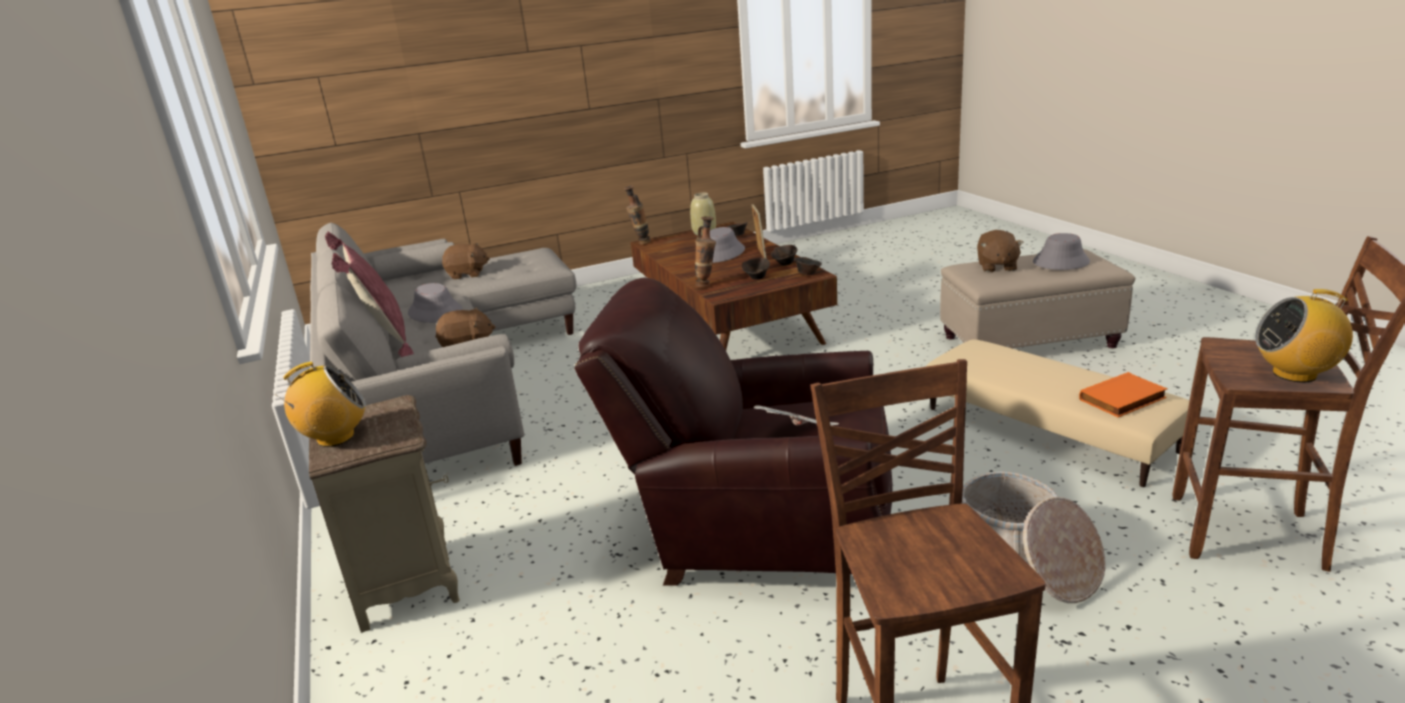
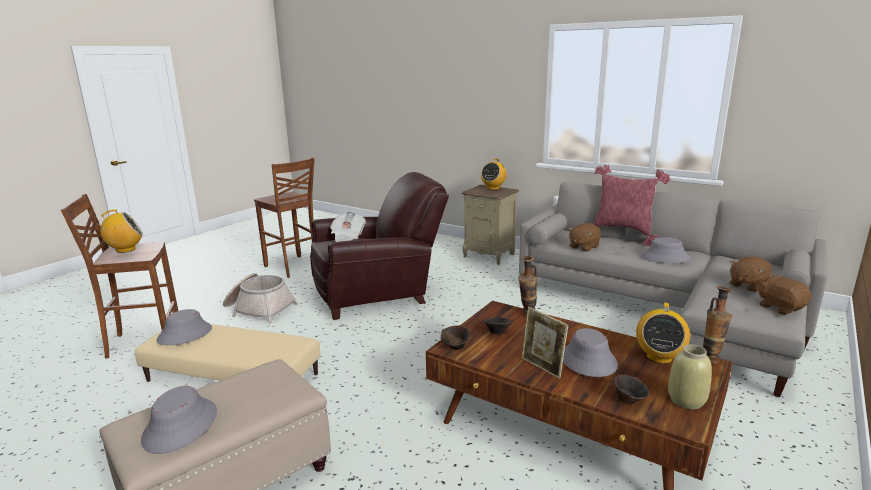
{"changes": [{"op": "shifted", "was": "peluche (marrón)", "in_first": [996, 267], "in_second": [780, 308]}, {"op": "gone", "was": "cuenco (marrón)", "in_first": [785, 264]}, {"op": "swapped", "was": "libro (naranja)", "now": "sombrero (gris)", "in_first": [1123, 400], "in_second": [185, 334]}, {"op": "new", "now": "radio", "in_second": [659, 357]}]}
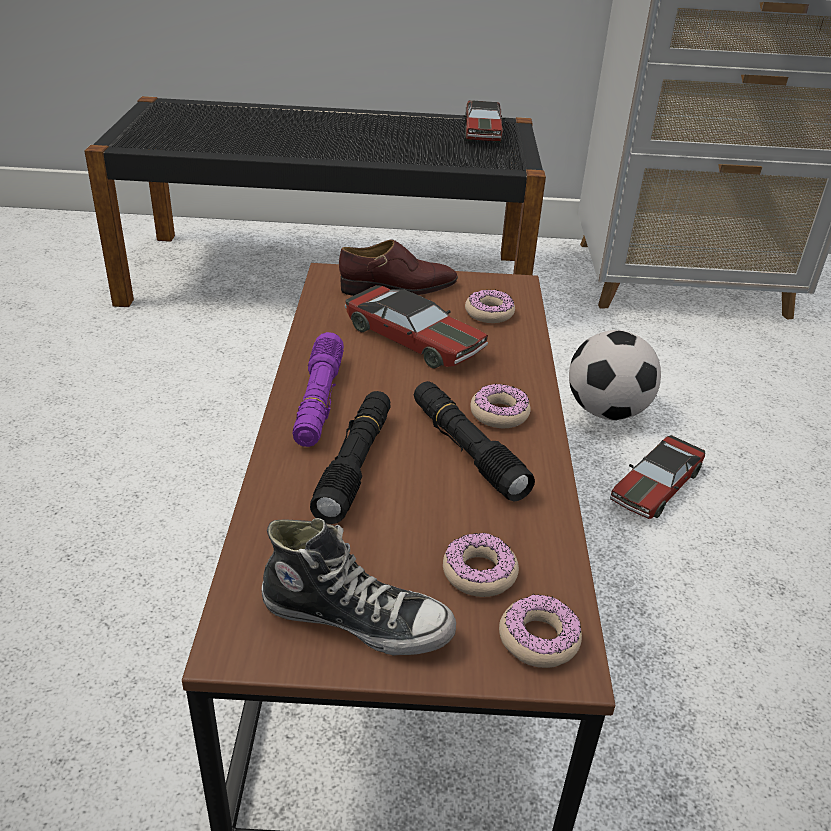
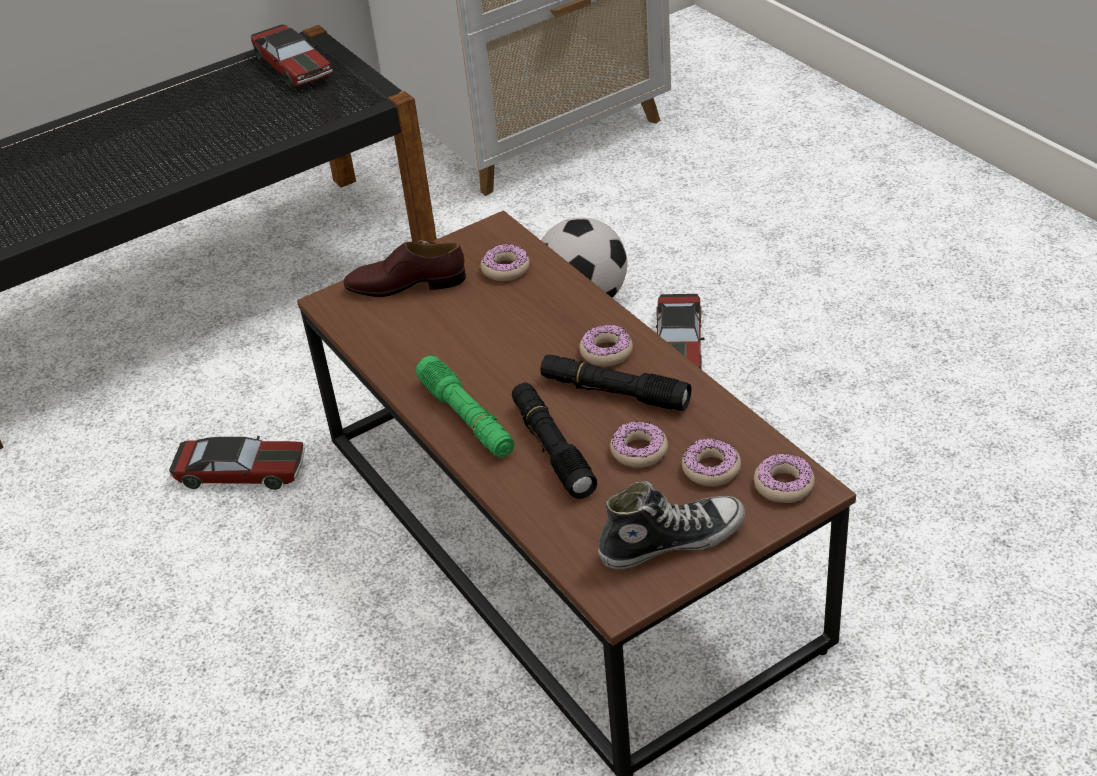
{"changes": [{"op": "rotated", "was": "zapato (marrón)", "in_first": [399, 288], "in_second": [406, 284], "clockwise": -135}, {"op": "shifted", "was": "coche de juguete", "in_first": [414, 340], "in_second": [242, 472]}, {"op": "repainted", "was": "linterna (morado)", "now": "linterna (verde)", "in_first": [318, 400], "in_second": [466, 417]}, {"op": "new", "now": "rosquilla", "in_second": [639, 451]}]}
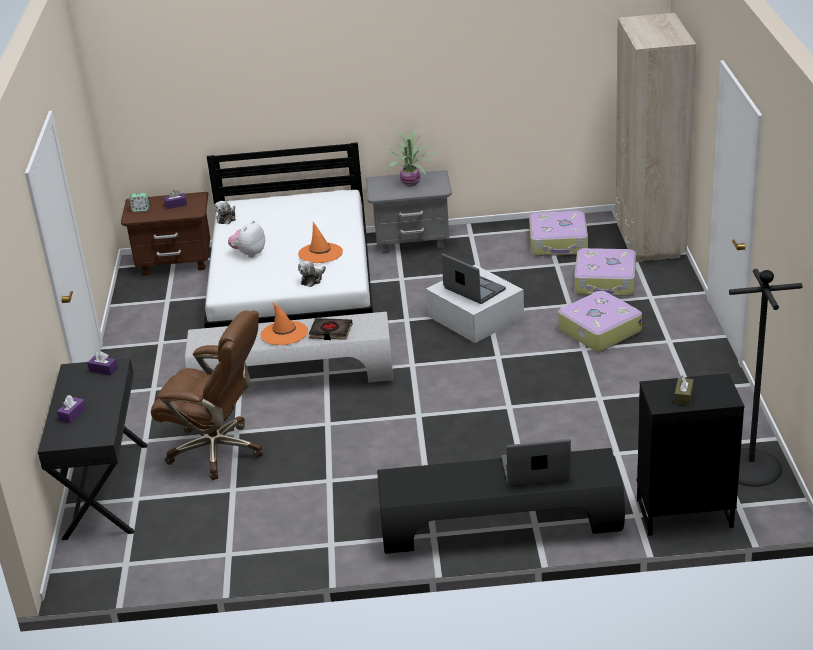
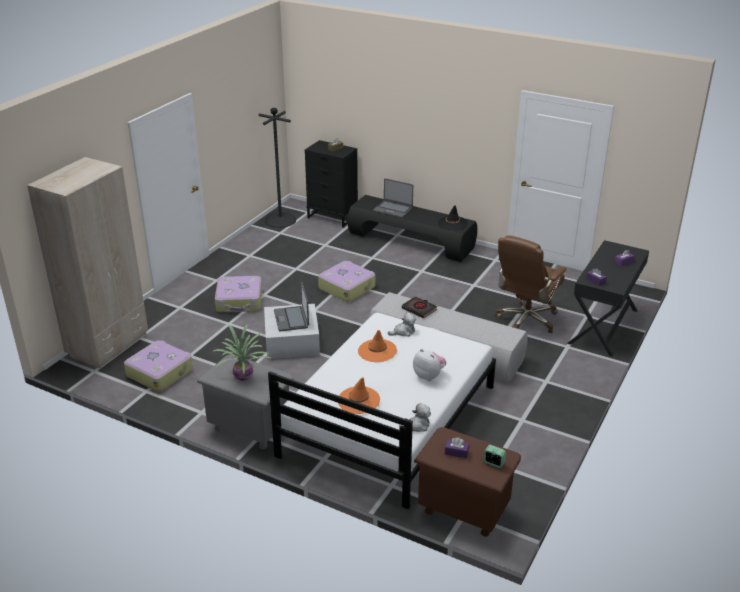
{"changes": [{"op": "rotated", "was": "peluche", "in_first": [249, 253], "in_second": [429, 376], "clockwise": -105}, {"op": "shifted", "was": "maleta", "in_first": [605, 282], "in_second": [347, 287]}, {"op": "shifted", "was": "sombrero (naranja)", "in_first": [284, 333], "in_second": [359, 400]}, {"op": "rotated", "was": "silla de oficina (marrón)", "in_first": [218, 453], "in_second": [525, 321], "clockwise": -105}, {"op": "new", "now": "sombrero (negro)", "in_second": [452, 223]}]}
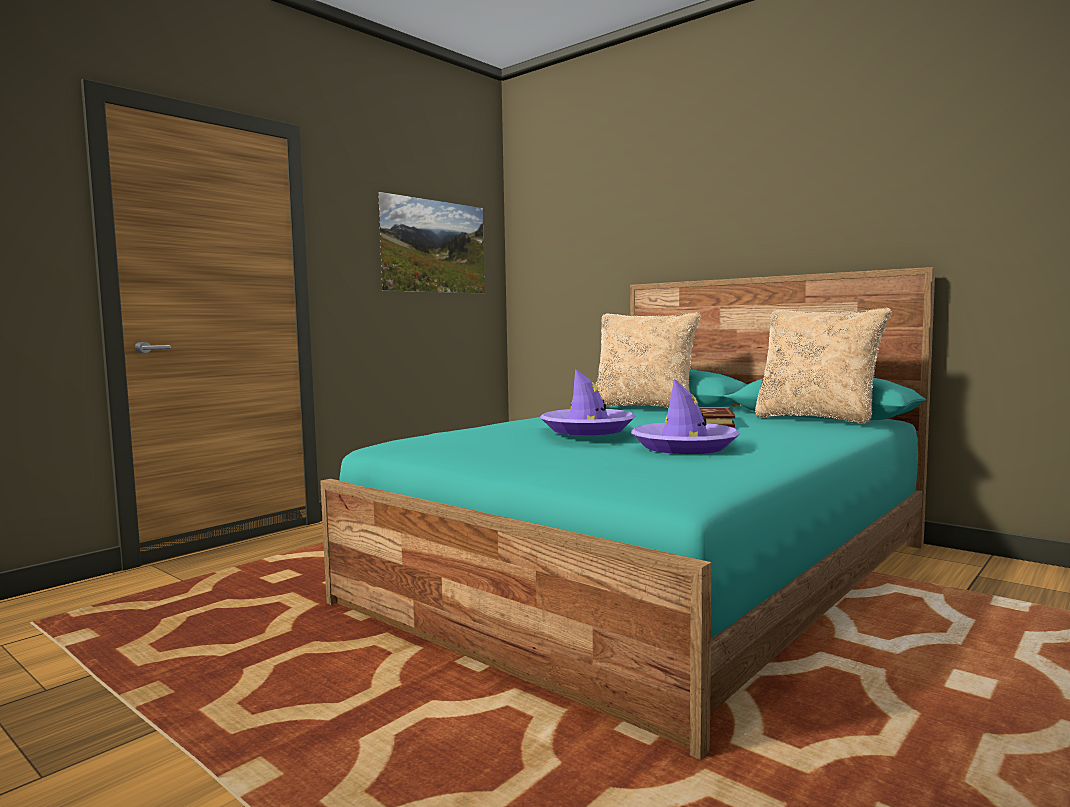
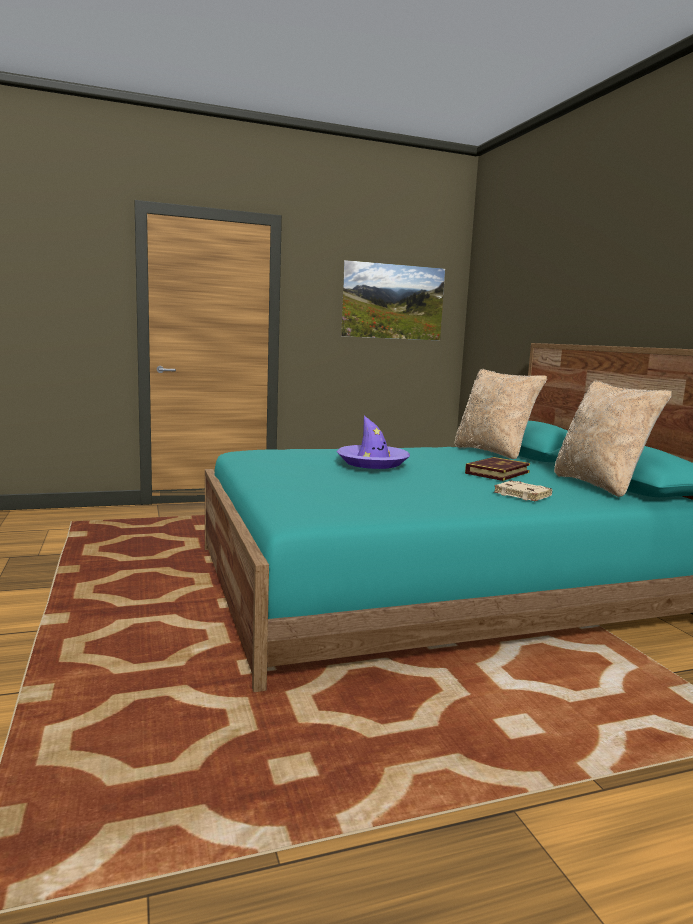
{"changes": [{"op": "gone", "was": "sombrero (morado)", "in_first": [684, 447]}, {"op": "new", "now": "libro (beis)", "in_second": [523, 495]}]}
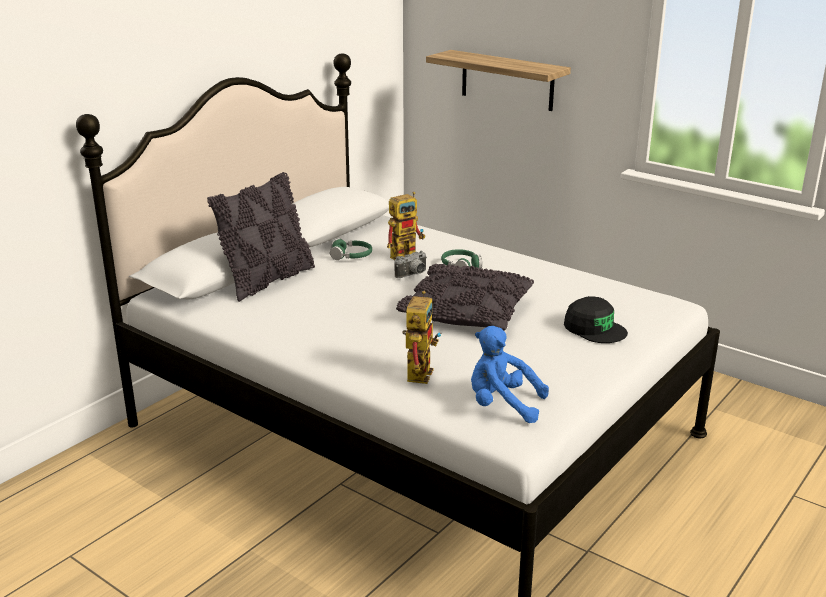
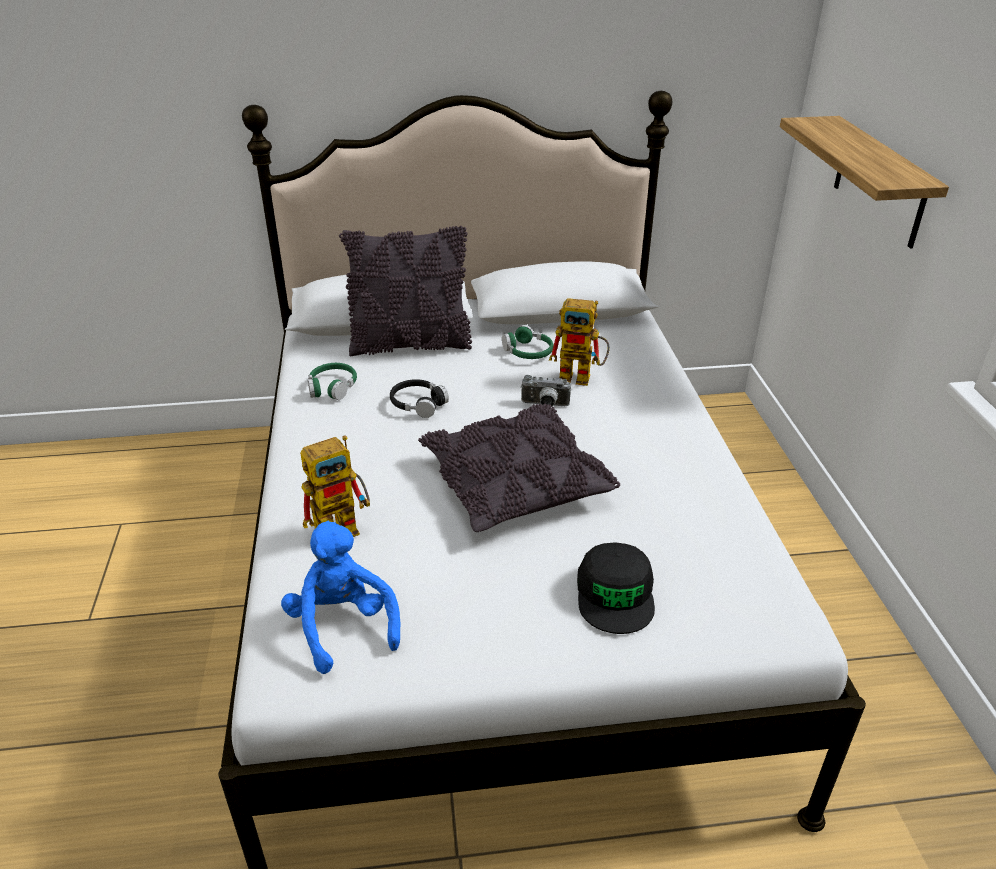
{"changes": [{"op": "shifted", "was": "auriculares (verde)", "in_first": [461, 266], "in_second": [332, 387]}, {"op": "new", "now": "auriculares (negro)", "in_second": [418, 404]}]}
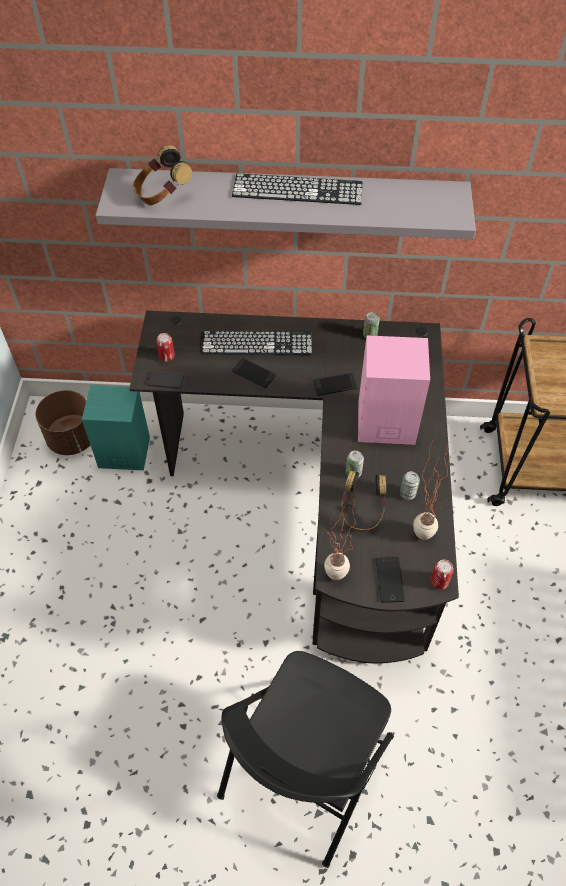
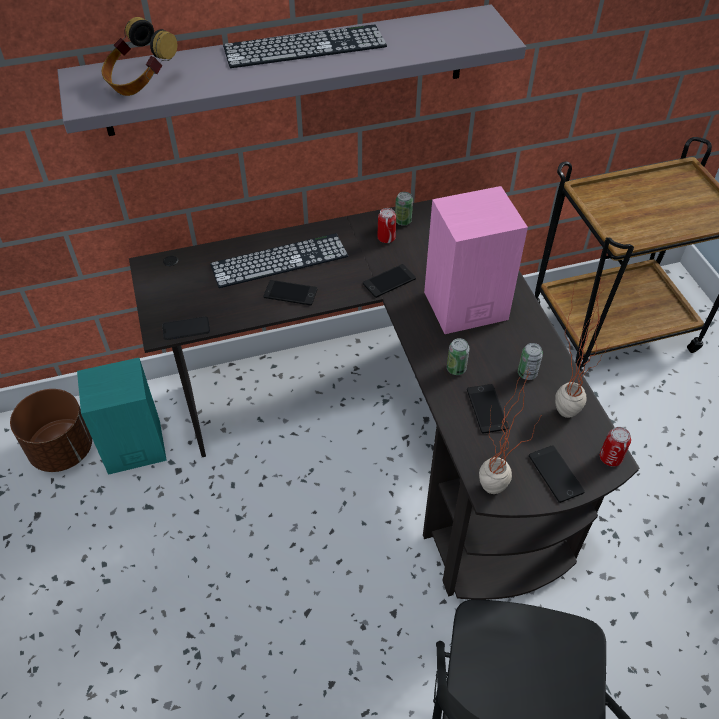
{"changes": [{"op": "shifted", "was": "lata", "in_first": [167, 356], "in_second": [386, 238]}, {"op": "swapped", "was": "auriculares", "now": "móvil", "in_first": [362, 512], "in_second": [487, 409]}]}
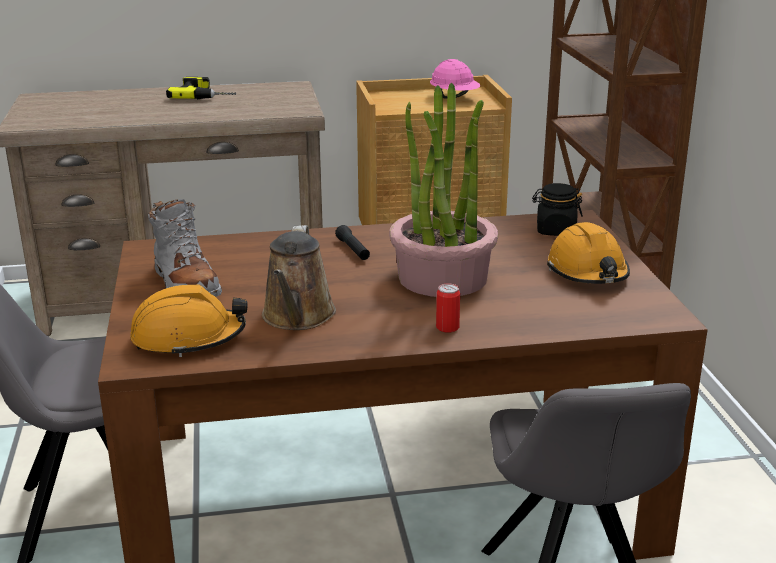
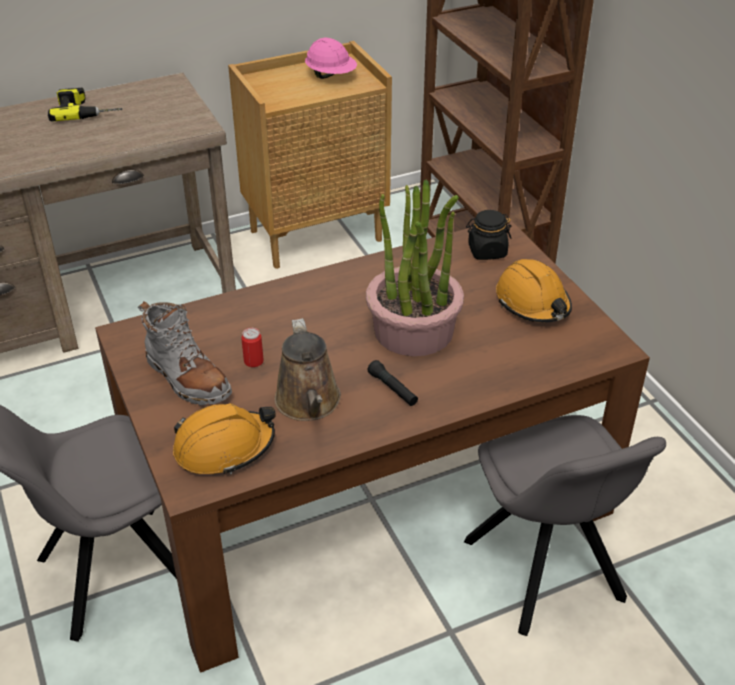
{"changes": [{"op": "shifted", "was": "linterna (negro)", "in_first": [353, 250], "in_second": [393, 389]}, {"op": "shifted", "was": "lata", "in_first": [447, 327], "in_second": [253, 361]}]}
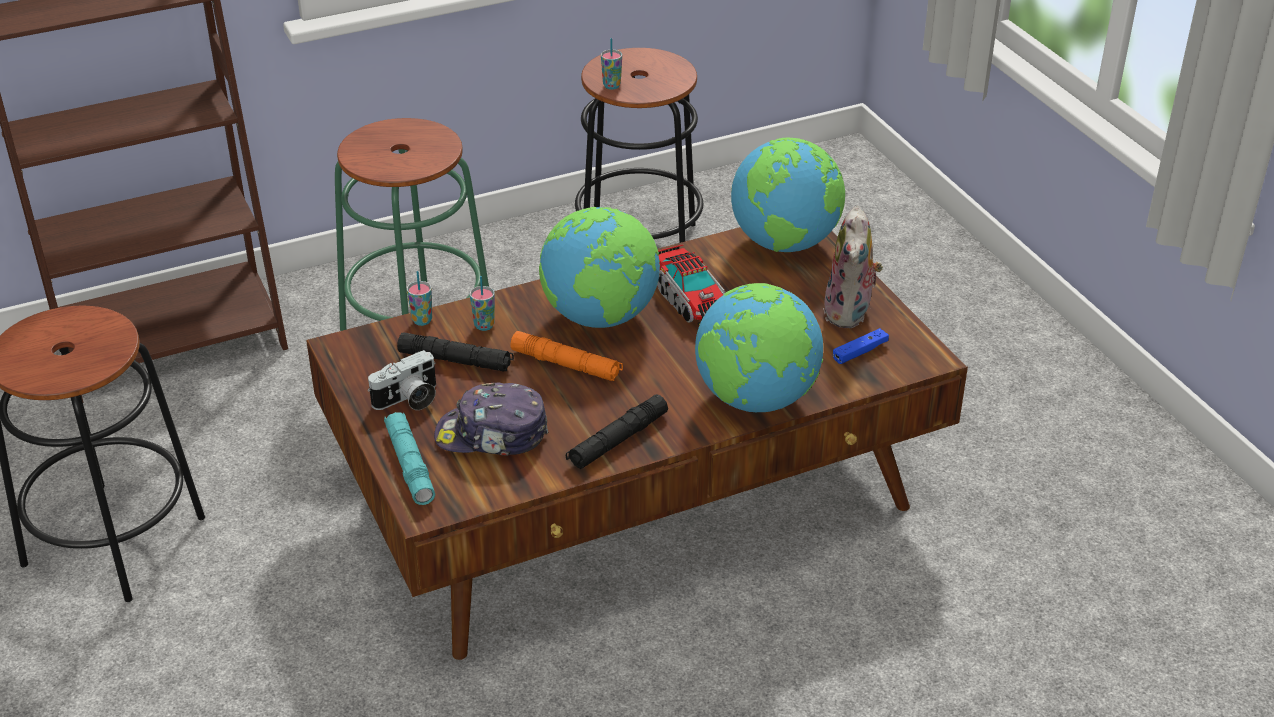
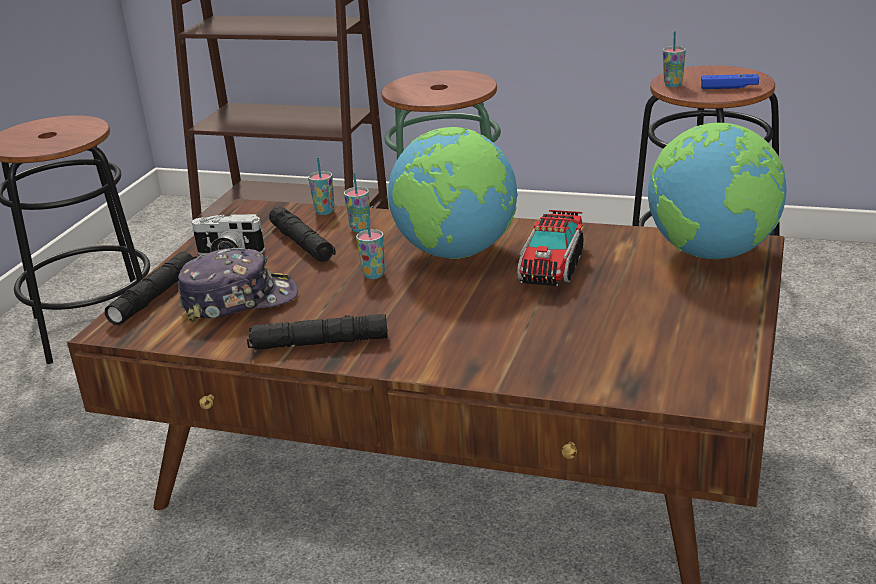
{"changes": [{"op": "gone", "was": "peluche", "in_first": [850, 313]}, {"op": "gone", "was": "globo terráqueo", "in_first": [755, 399]}, {"op": "shifted", "was": "mando de consola (azul)", "in_first": [860, 352], "in_second": [729, 87]}, {"op": "swapped", "was": "linterna (naranja)", "now": "taza", "in_first": [566, 364], "in_second": [374, 275]}, {"op": "rotated", "was": "gorra", "in_first": [492, 435], "in_second": [239, 300], "clockwise": 120}, {"op": "repainted", "was": "linterna (turquesa)", "now": "linterna (negro)", "in_first": [410, 465], "in_second": [155, 296]}]}
